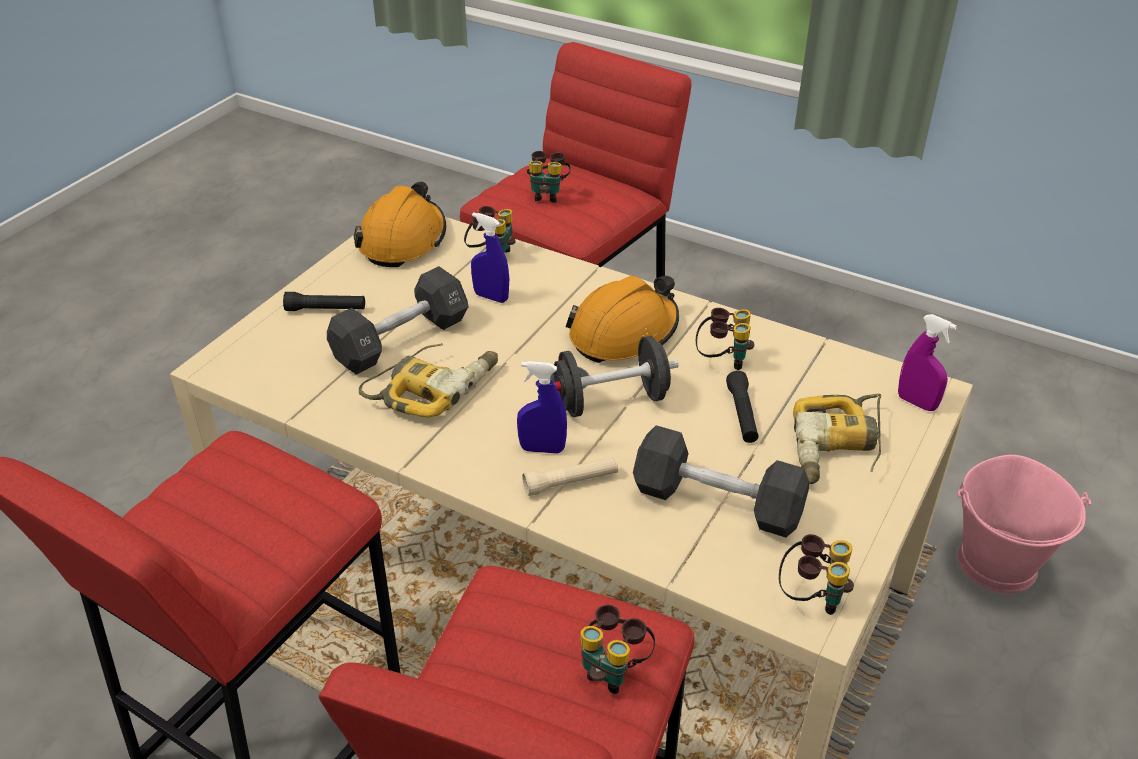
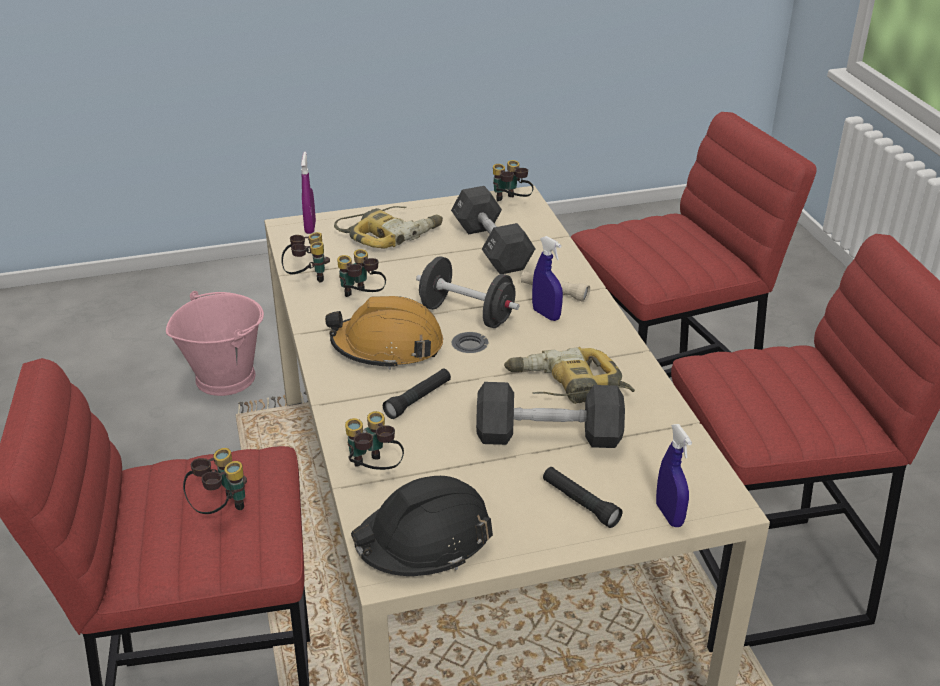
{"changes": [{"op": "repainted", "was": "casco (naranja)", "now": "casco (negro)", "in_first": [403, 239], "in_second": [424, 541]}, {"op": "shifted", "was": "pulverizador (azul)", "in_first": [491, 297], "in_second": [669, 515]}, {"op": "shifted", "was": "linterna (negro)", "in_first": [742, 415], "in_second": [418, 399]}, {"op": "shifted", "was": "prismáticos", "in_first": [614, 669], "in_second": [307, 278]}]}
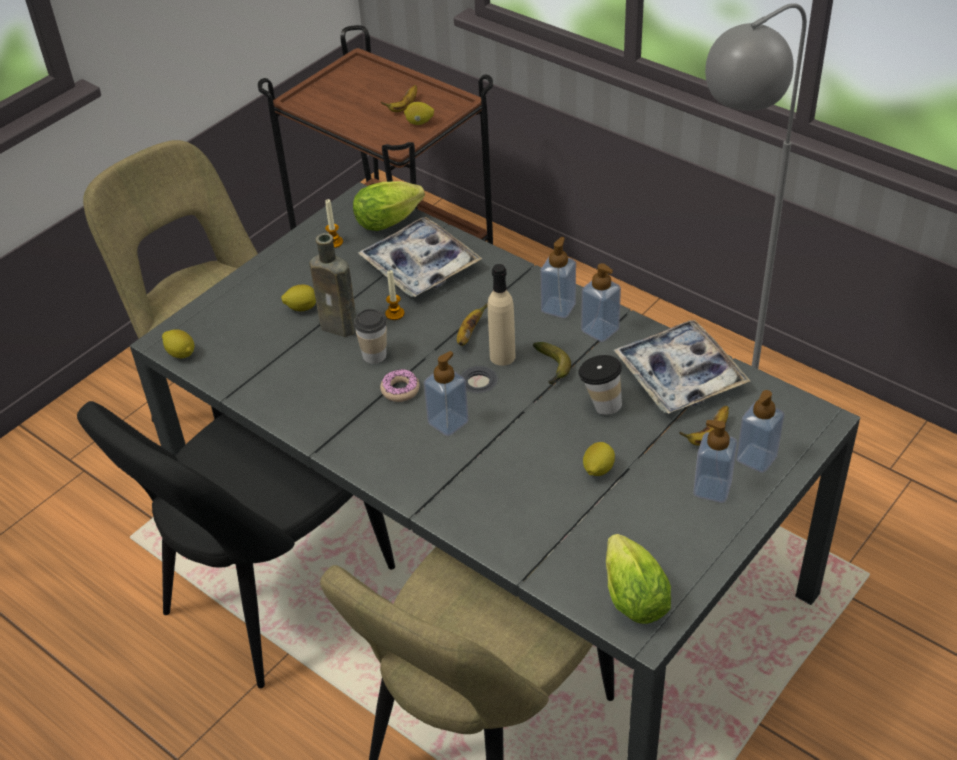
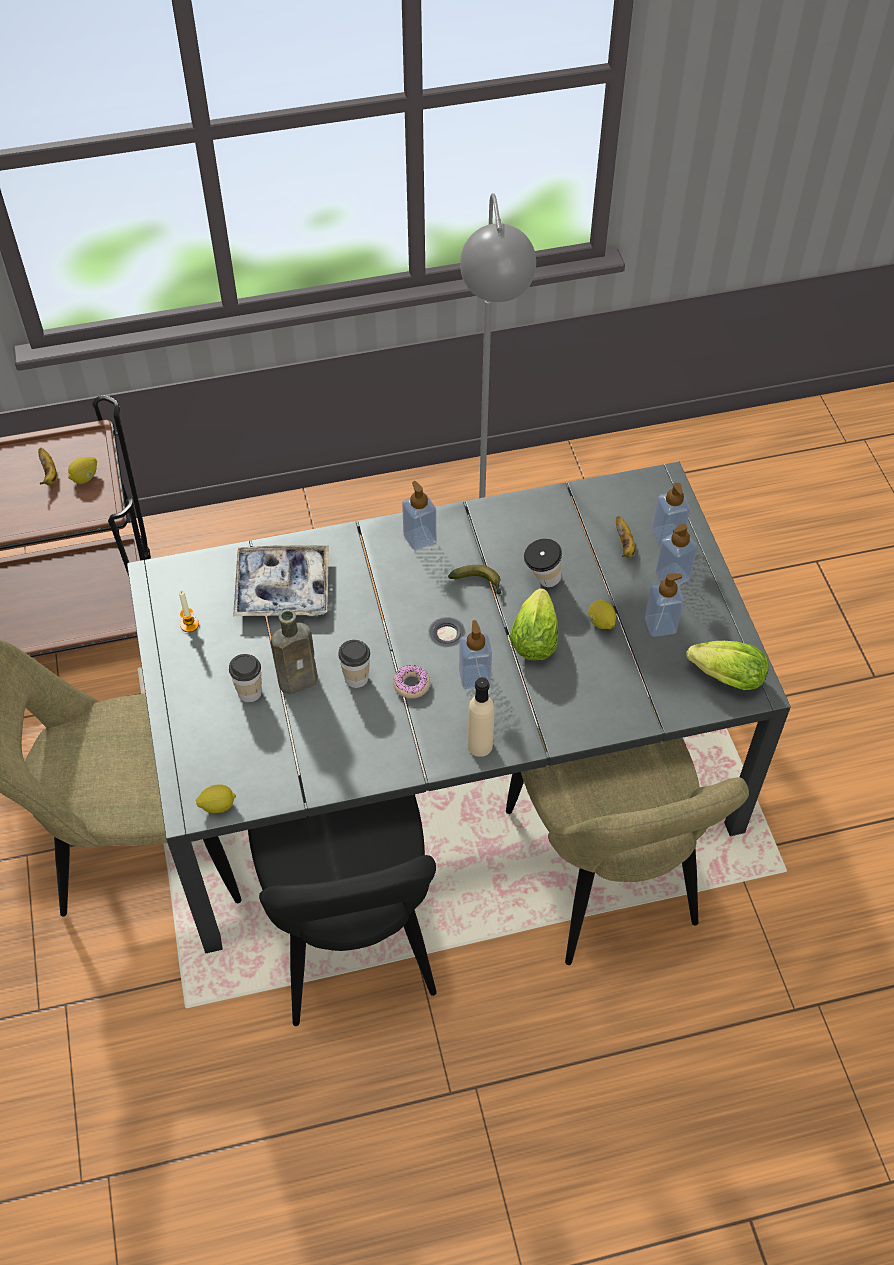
{"changes": [{"op": "shifted", "was": "lechuga", "in_first": [391, 220], "in_second": [535, 636]}, {"op": "shifted", "was": "dispensador de jabón", "in_first": [600, 330], "in_second": [660, 625]}, {"op": "shifted", "was": "botella (beis)", "in_first": [502, 356], "in_second": [480, 745]}, {"op": "gone", "was": "vela", "in_first": [395, 314]}, {"op": "swapped", "was": "limón", "now": "taza", "in_first": [302, 308], "in_second": [249, 692]}, {"op": "gone", "was": "plátano", "in_first": [469, 334]}, {"op": "gone", "was": "bandeja", "in_first": [679, 375]}]}
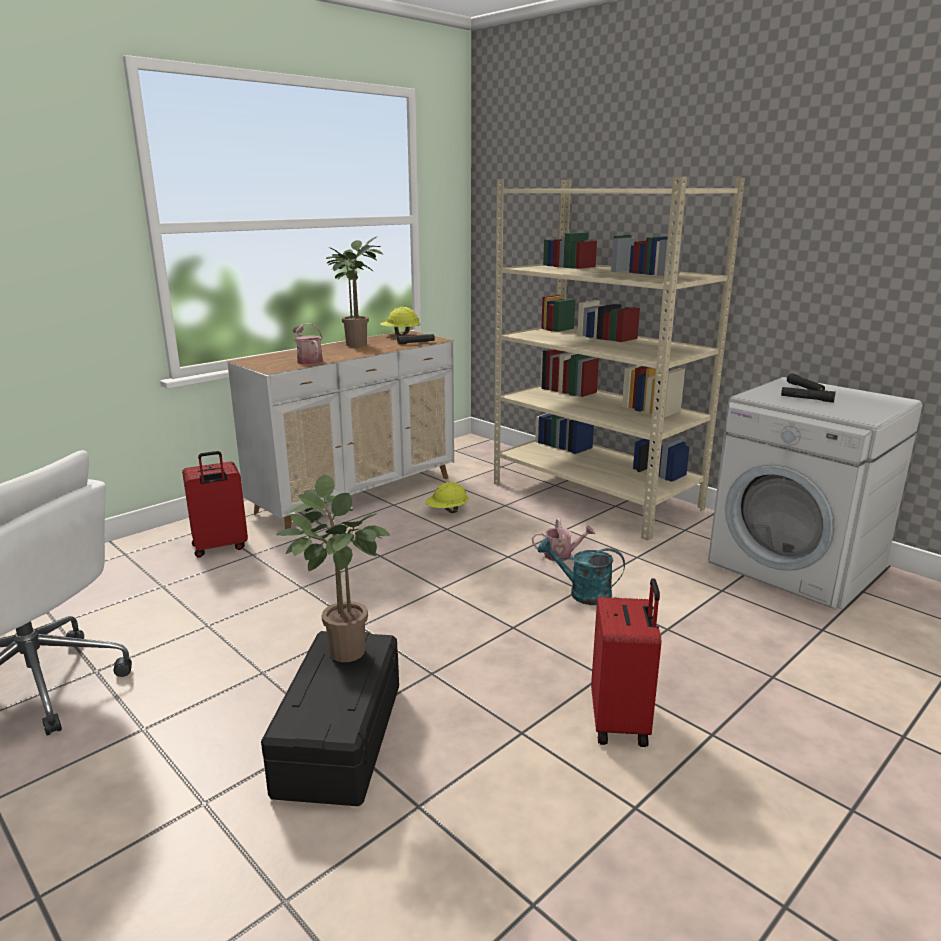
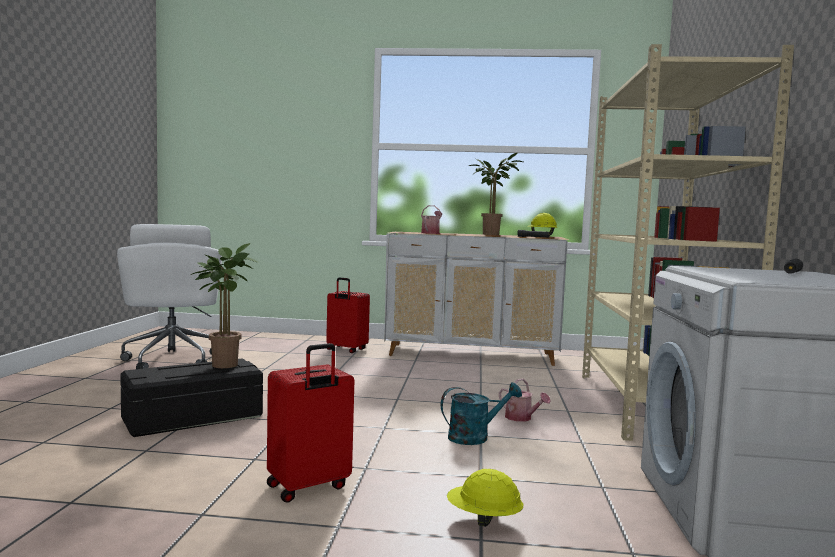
{"changes": [{"op": "gone", "was": "linterna (negro)", "in_first": [806, 399]}, {"op": "shifted", "was": "casco (amarillo)", "in_first": [447, 511], "in_second": [483, 519]}, {"op": "rotated", "was": "regadera (turquesa)", "in_first": [582, 594], "in_second": [475, 437], "clockwise": 90}]}
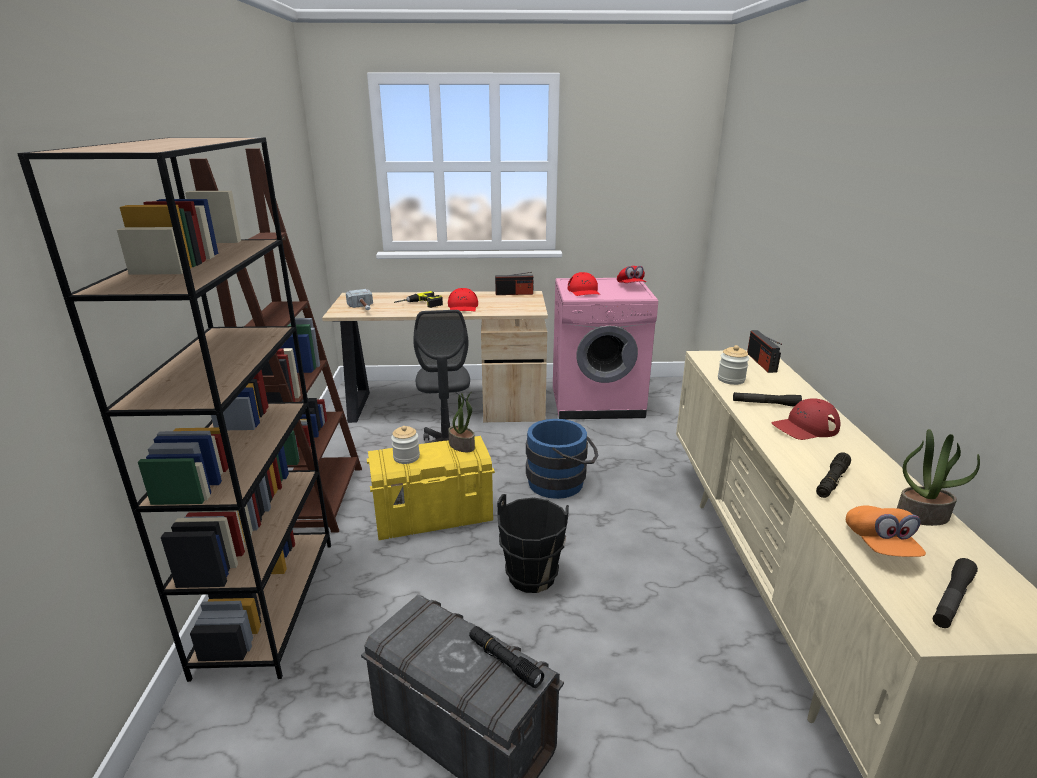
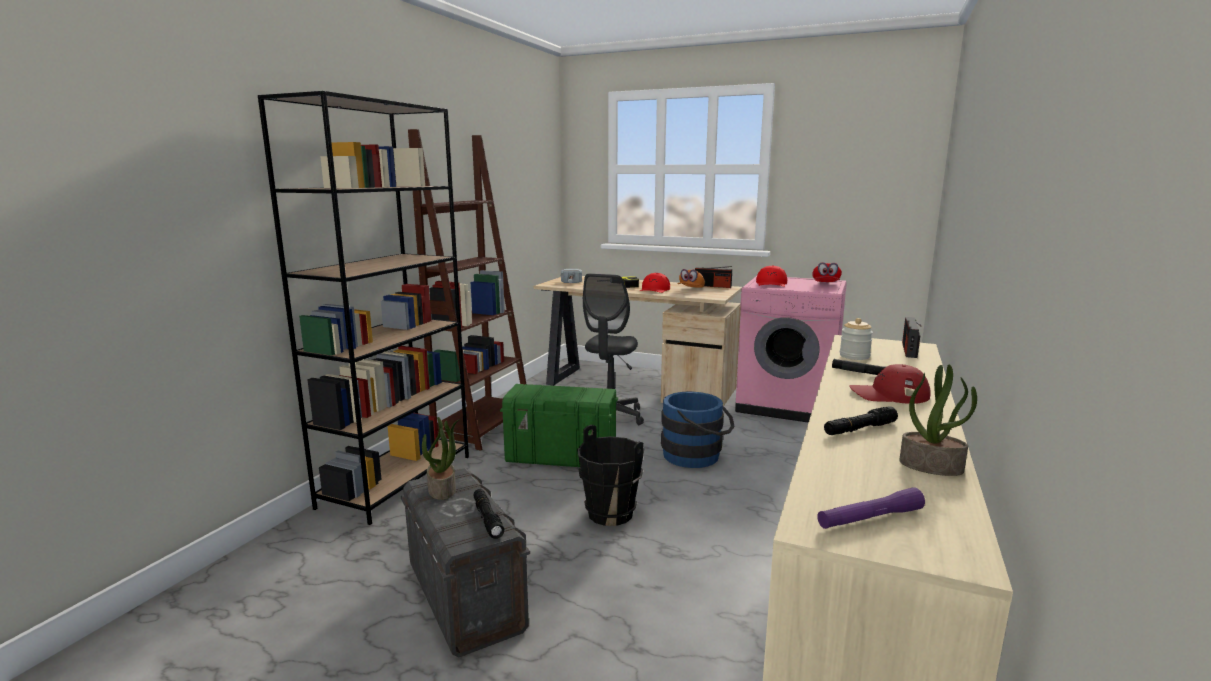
{"changes": [{"op": "shifted", "was": "planta en maceta", "in_first": [462, 445], "in_second": [442, 489]}, {"op": "gone", "was": "tarro", "in_first": [406, 457]}, {"op": "repainted", "was": "caja de almacenaje (amarillo)", "now": "caja de almacenaje (verde)", "in_first": [433, 517], "in_second": [562, 456]}, {"op": "shifted", "was": "gorra (naranja)", "in_first": [880, 545], "in_second": [690, 289]}, {"op": "repainted", "was": "linterna (negro)", "now": "linterna (morado)", "in_first": [951, 599], "in_second": [869, 518]}]}
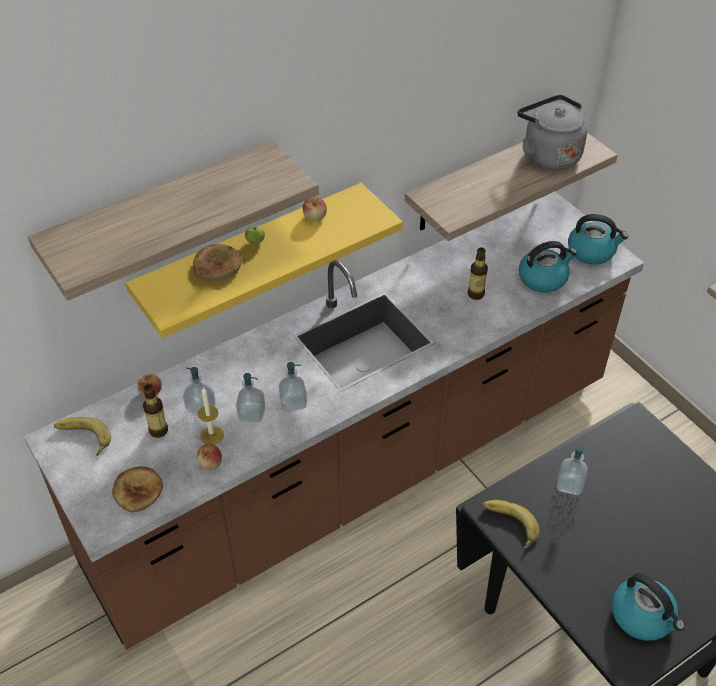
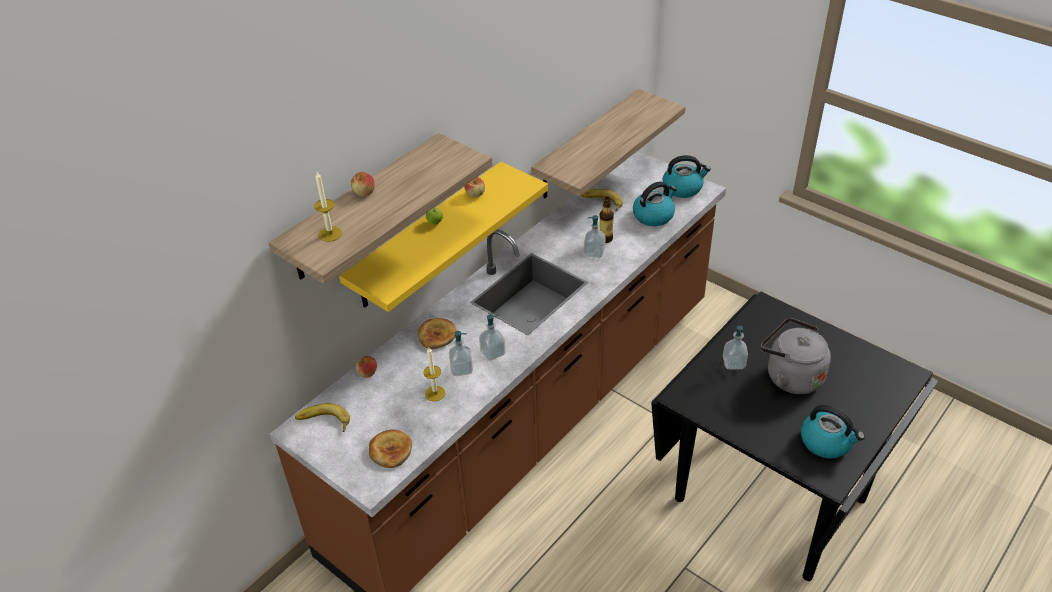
{"changes": [{"op": "shifted", "was": "hervidor (gris)", "in_first": [548, 155], "in_second": [790, 376]}, {"op": "shifted", "was": "pan", "in_first": [217, 265], "in_second": [437, 335]}, {"op": "shifted", "was": "dispensador de jabón", "in_first": [201, 407], "in_second": [594, 252]}, {"op": "gone", "was": "botella", "in_first": [158, 430]}, {"op": "shifted", "was": "manzana", "in_first": [210, 463], "in_second": [364, 192]}, {"op": "shifted", "was": "plátano", "in_first": [508, 525], "in_second": [601, 203]}, {"op": "new", "now": "vela", "in_second": [330, 234]}]}
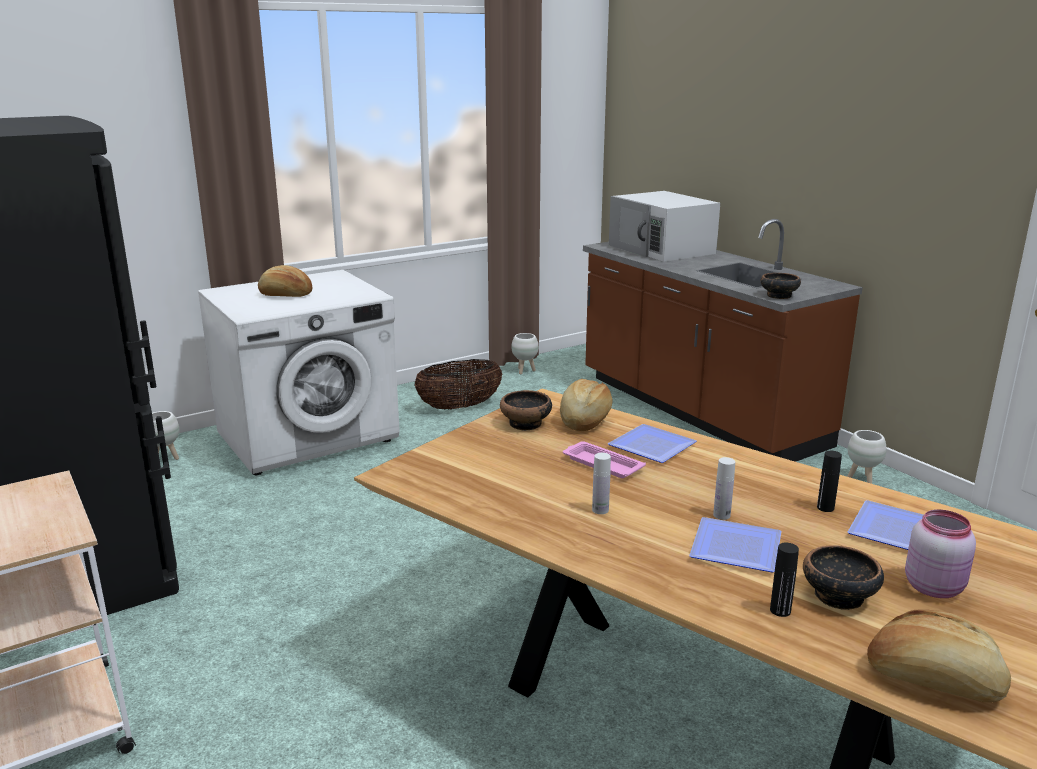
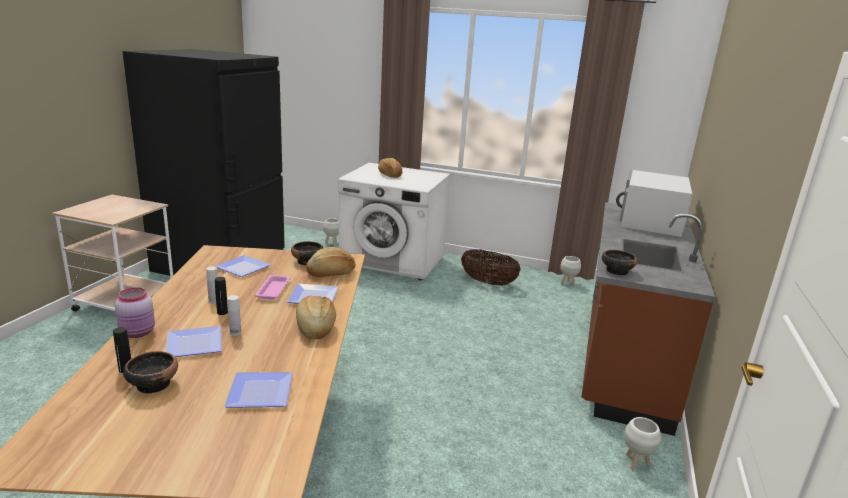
{"changes": [{"op": "shifted", "was": "botella (negro)", "in_first": [825, 508], "in_second": [222, 312]}, {"op": "shifted", "was": "tarro (rosa)", "in_first": [934, 587], "in_second": [138, 333]}, {"op": "shifted", "was": "pan", "in_first": [933, 680], "in_second": [314, 328]}, {"op": "new", "now": "plato", "in_second": [243, 267]}]}
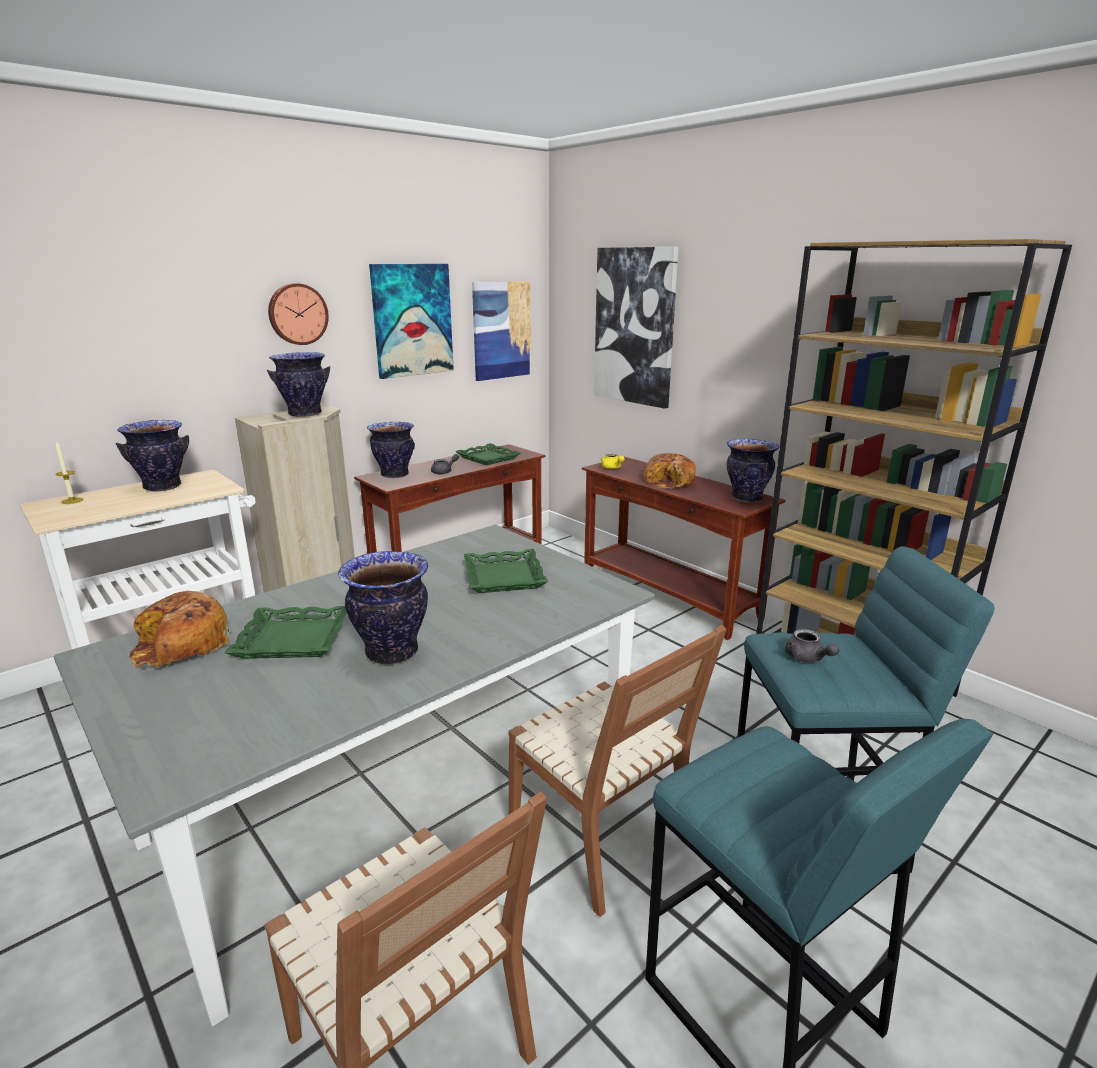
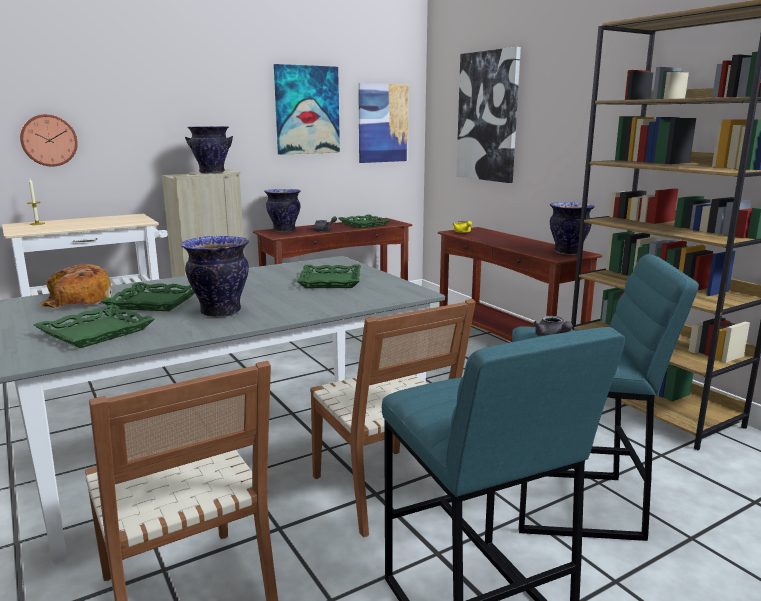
{"changes": [{"op": "shifted", "was": "reloj de pared", "in_first": [297, 314], "in_second": [49, 140]}, {"op": "gone", "was": "florero", "in_first": [162, 487]}, {"op": "gone", "was": "pan", "in_first": [670, 481]}, {"op": "new", "now": "bandeja (verde)", "in_second": [96, 332]}]}
